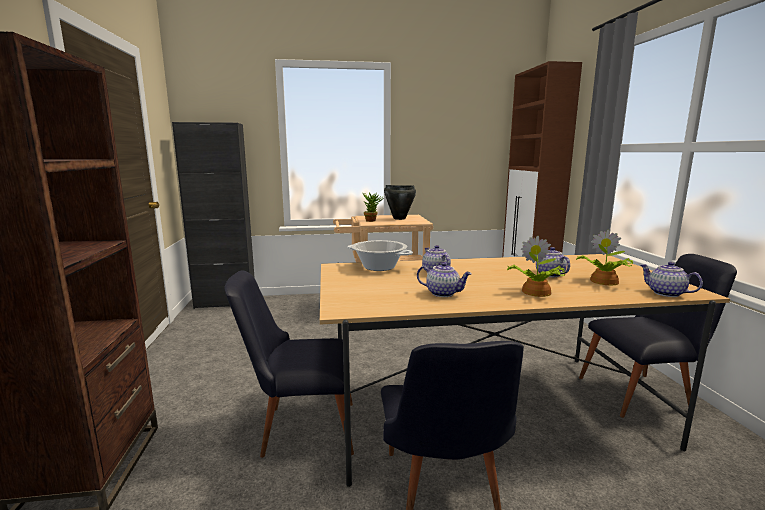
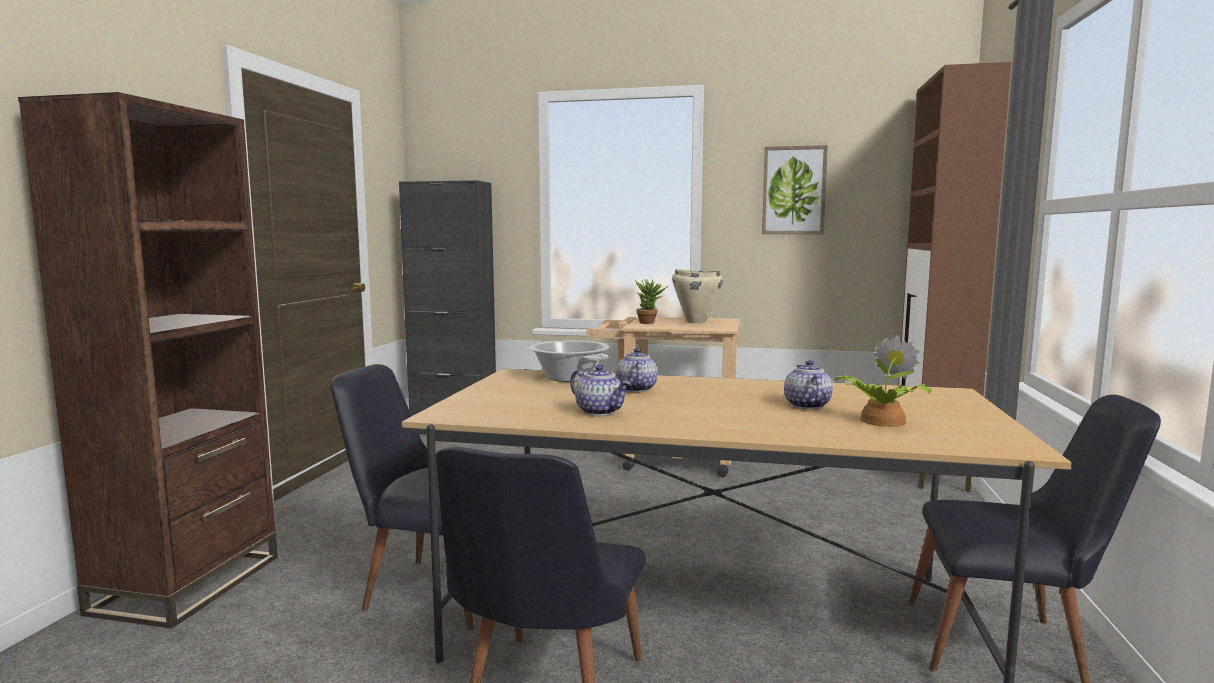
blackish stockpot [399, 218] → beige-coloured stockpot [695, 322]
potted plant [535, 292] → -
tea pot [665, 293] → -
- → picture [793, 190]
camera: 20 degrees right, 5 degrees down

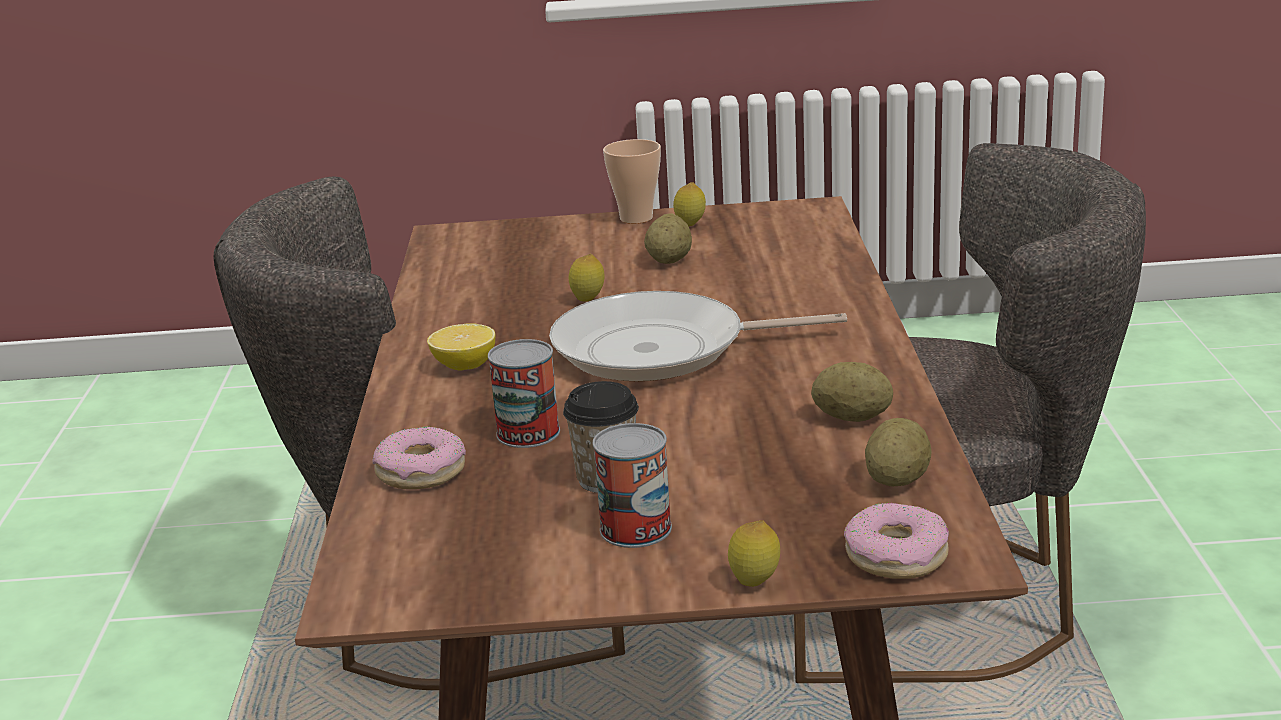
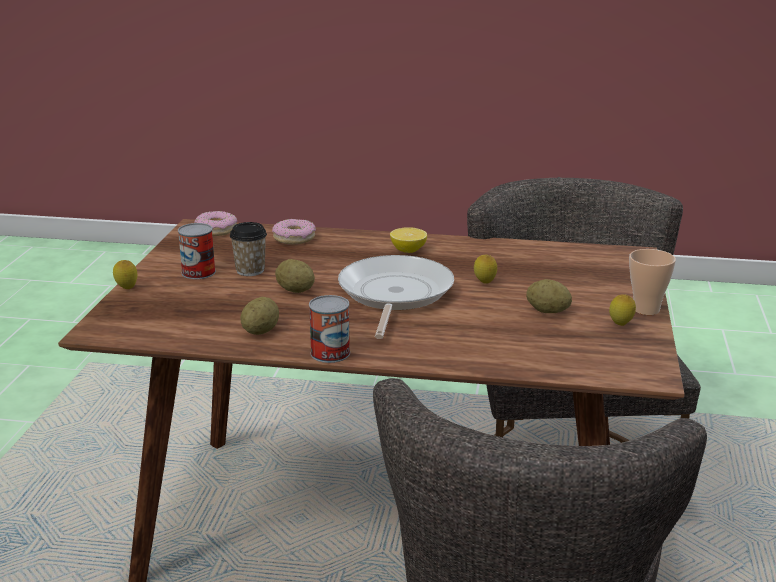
can [528, 433] → can [330, 353], move
ring doughnut [897, 556] → ring doughnut [216, 230], move
spud [897, 480] → spud [295, 290], move
camera: 100 degrees right, 0 degrees up

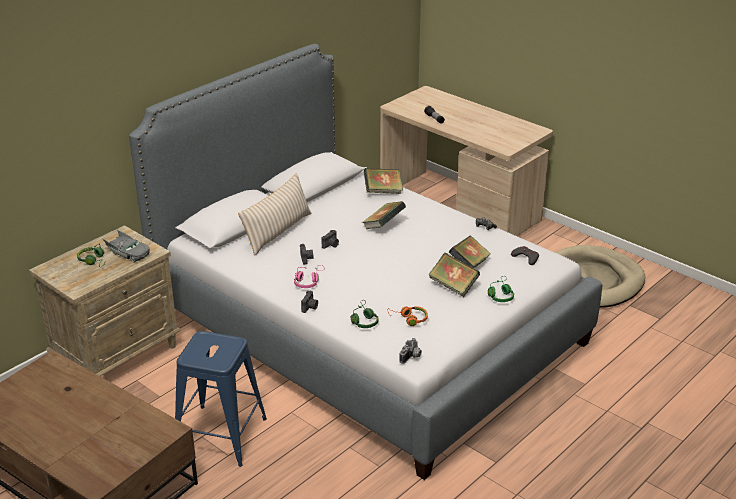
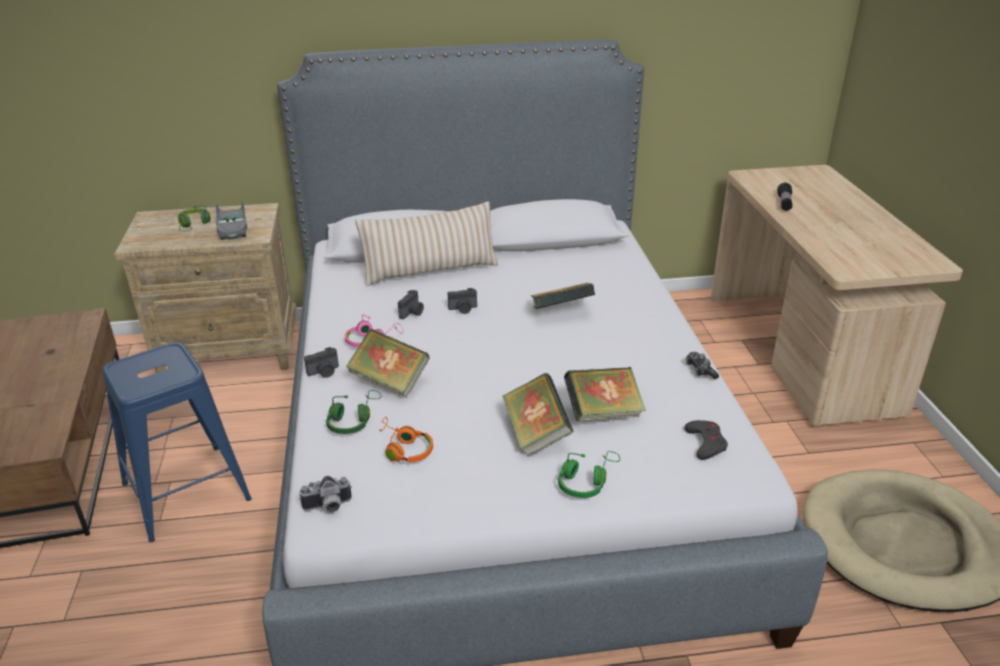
book [383, 191] → book [389, 381], move
camera: 40 degrees right, 0 degrees up

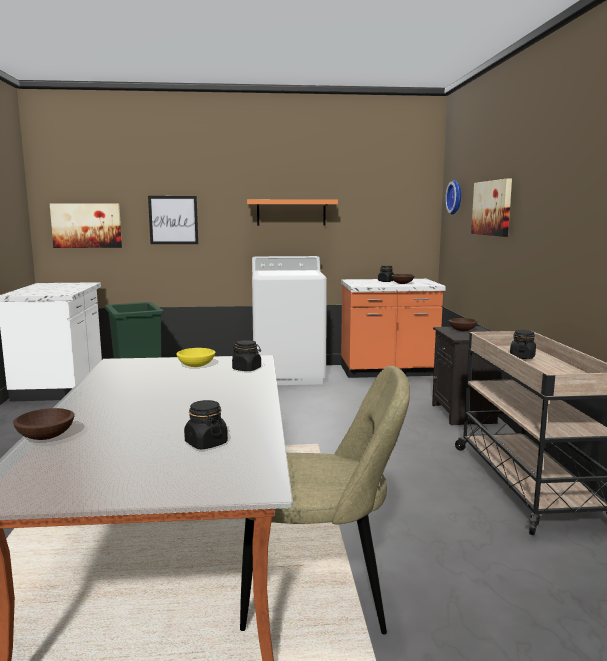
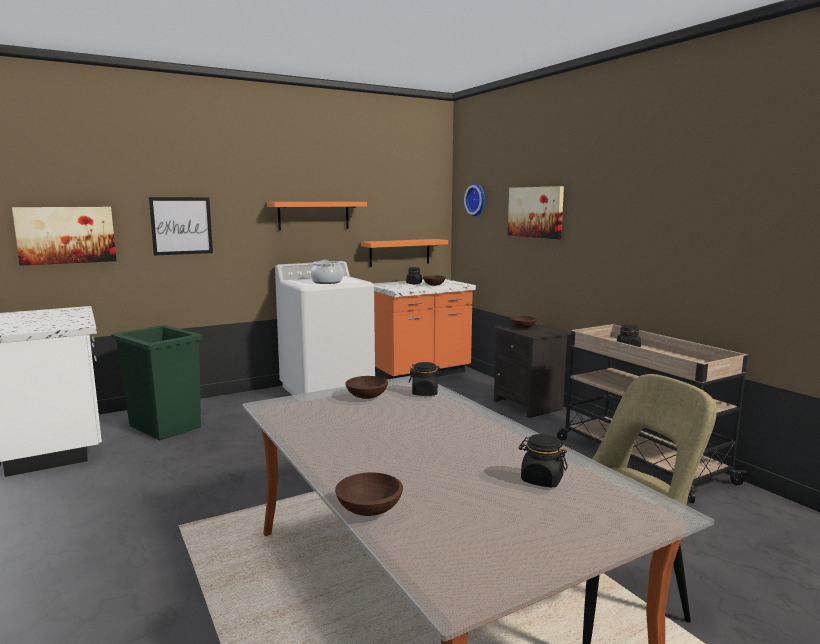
yellow bowl [197, 365] → brown bowl [367, 396]
- → stockpot [327, 282]
- → orange wall shelf [399, 252]
camera: 25 degrees left, 0 degrees up

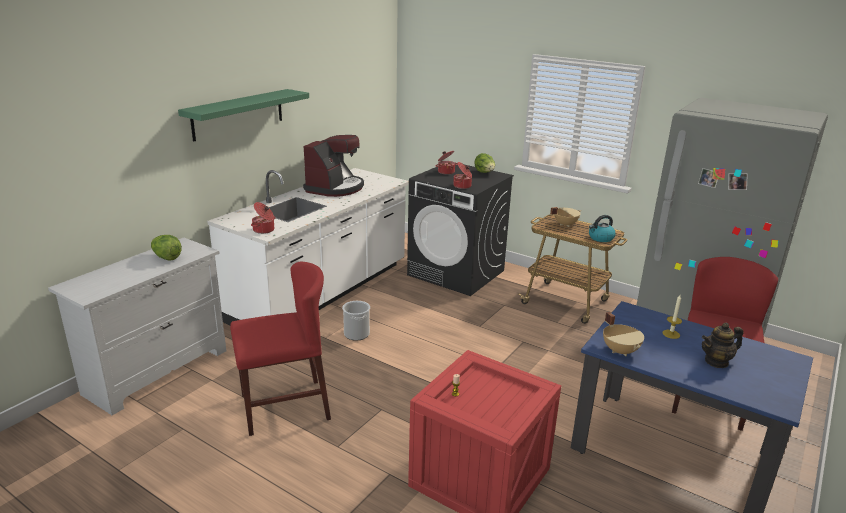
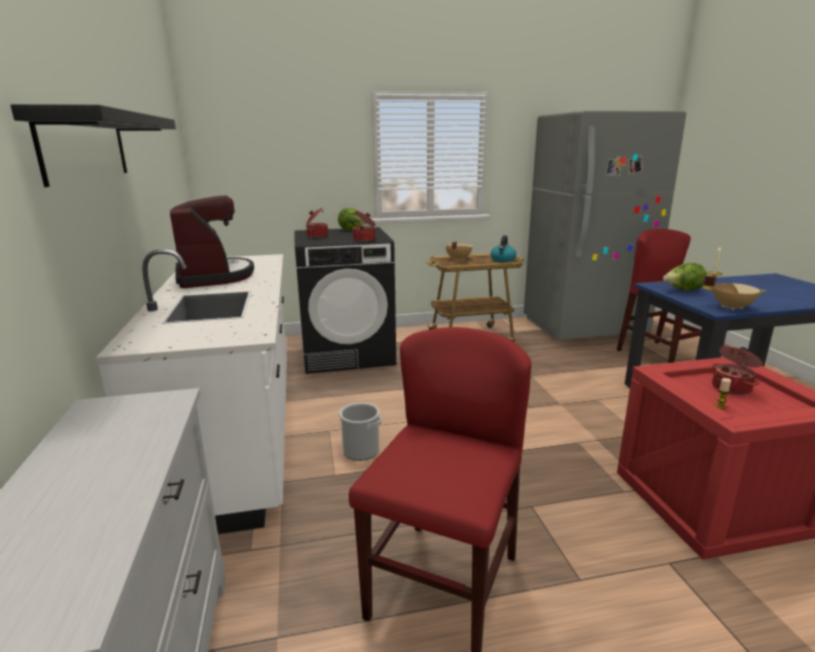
lettuce [166, 257] → lettuce [682, 290], move
green-coloured wall shelf [238, 114] → blackish wall shelf [86, 146]
stockpot [264, 230] → stockpot [732, 388], move
tea pot [716, 361] → -
camera: 45 degrees left, 5 degrees down

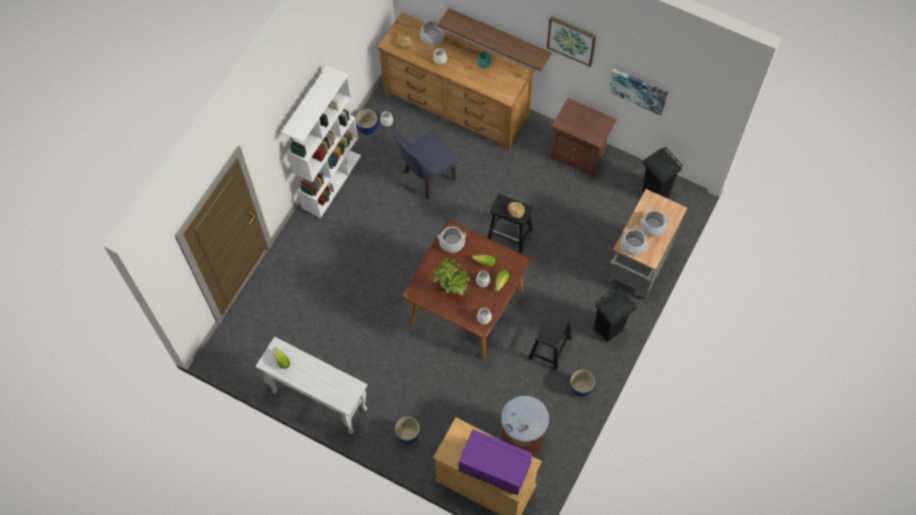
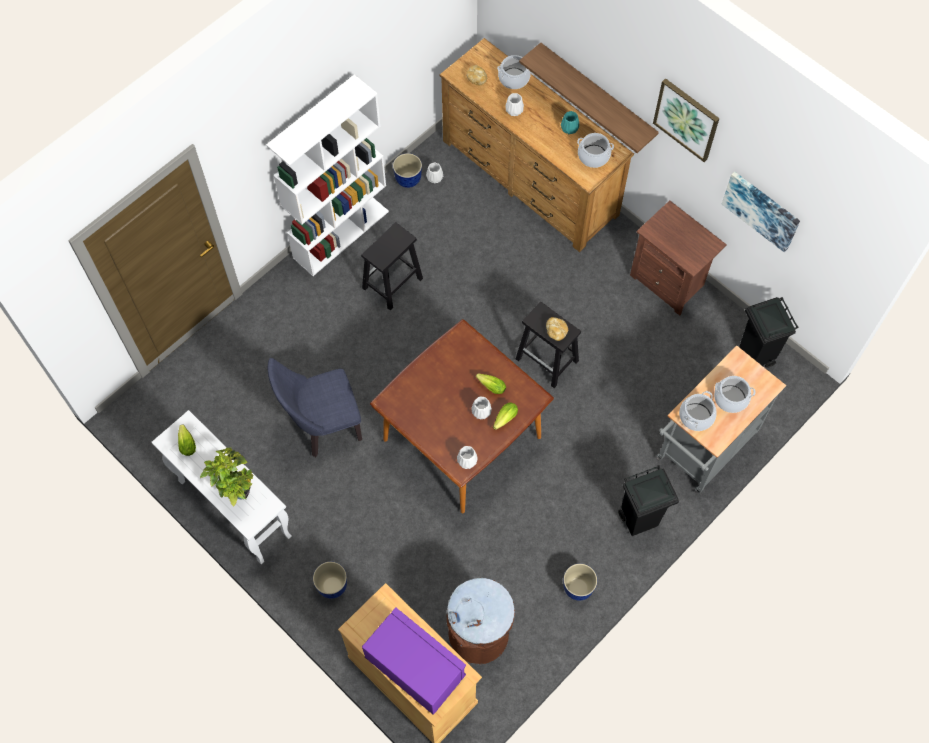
blue-coloured upright chair [426, 178] → blue-coloured upright chair [323, 427], move
potted plant [452, 289] → potted plant [237, 491], move
stockpot [452, 243] → stockpot [593, 156], move
blackish stool seat [550, 348] → blackish stool seat [392, 284], move
camera: 15 degrees right, 0 degrees up

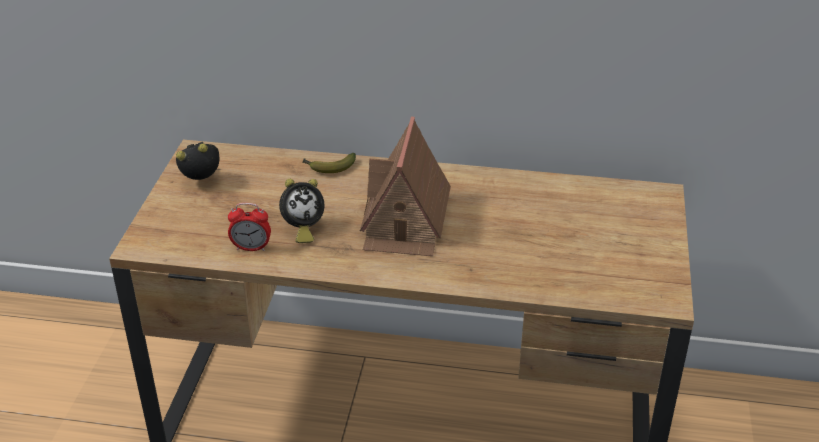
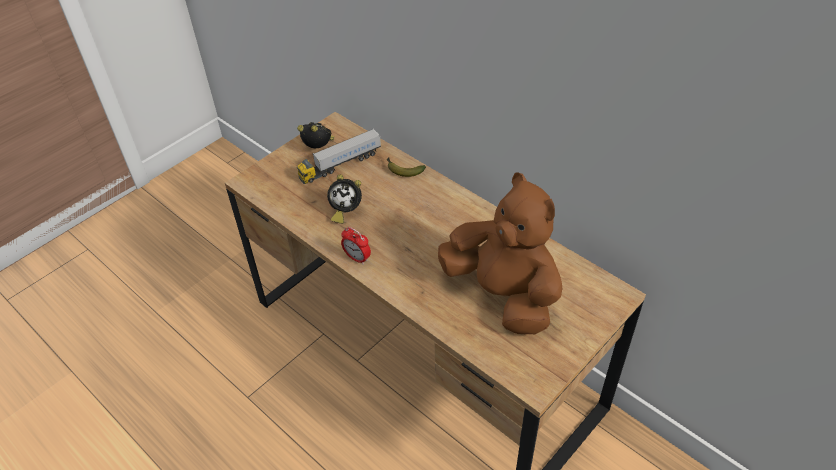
bedside clock [251, 248] → bedside clock [357, 258], move
model house [405, 220] → -
- → model truck [340, 165]
- → brown cuddly toy [503, 294]
camera: 35 degrees right, 10 degrees up

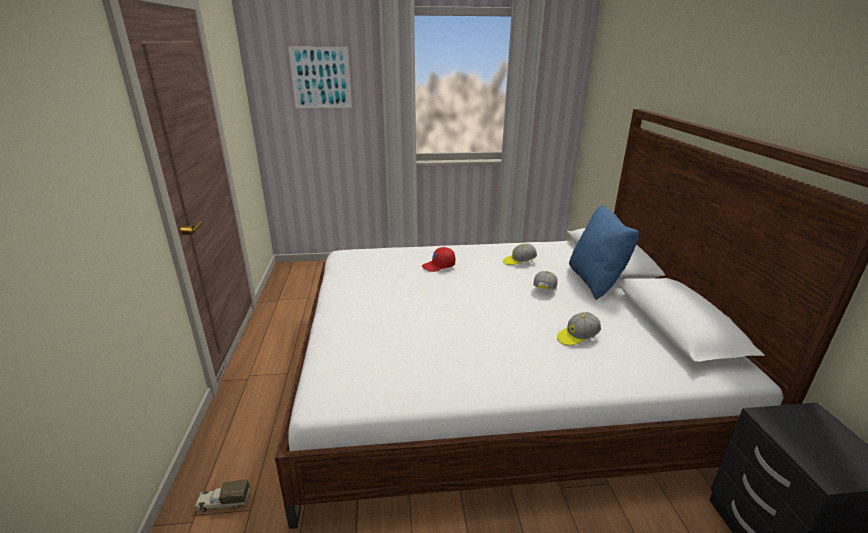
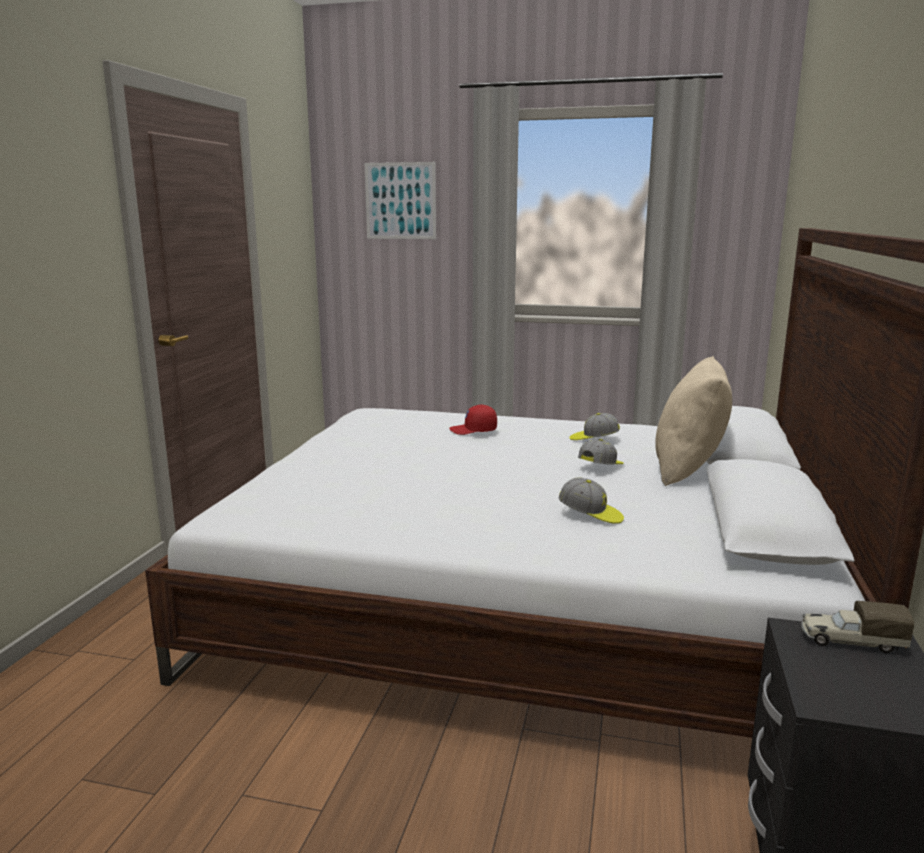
model truck [223, 503] → model truck [850, 641], move
peaked cap [577, 337] → peaked cap [591, 515], 150 degrees counterclockwise
blue-coloured cushion [595, 281] → beige-coloured cushion [688, 469]
camera: 20 degrees right, 10 degrees down

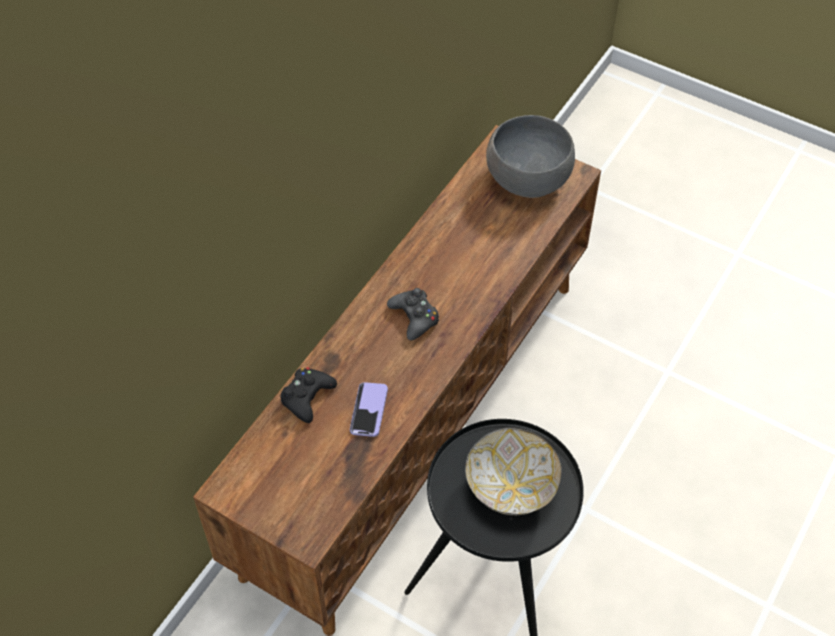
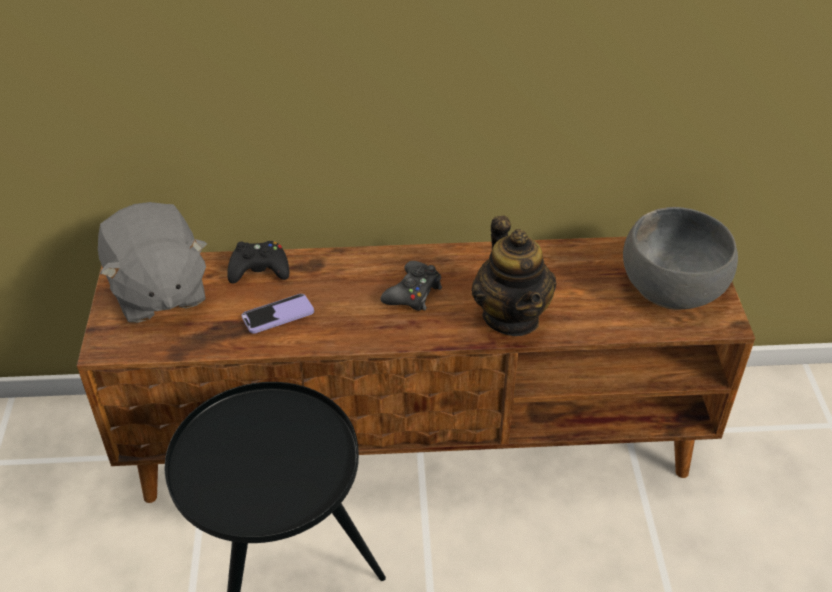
bowl [510, 489] → -
- → gray cuddly toy [157, 291]
- → tea pot [511, 316]
camera: 55 degrees right, 10 degrees down

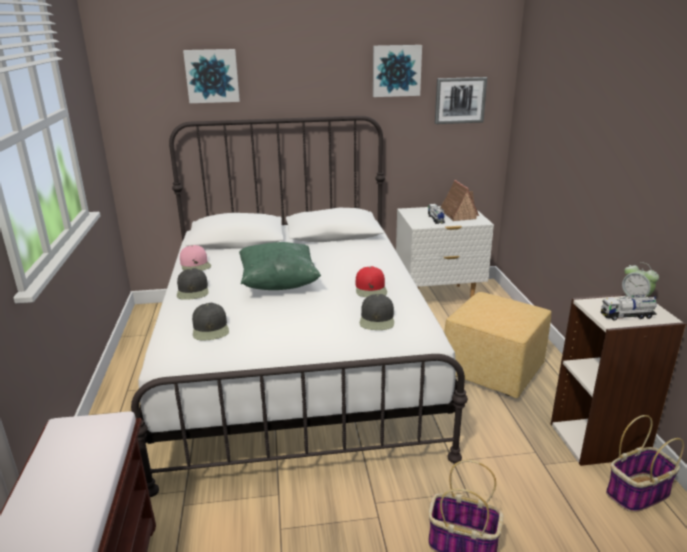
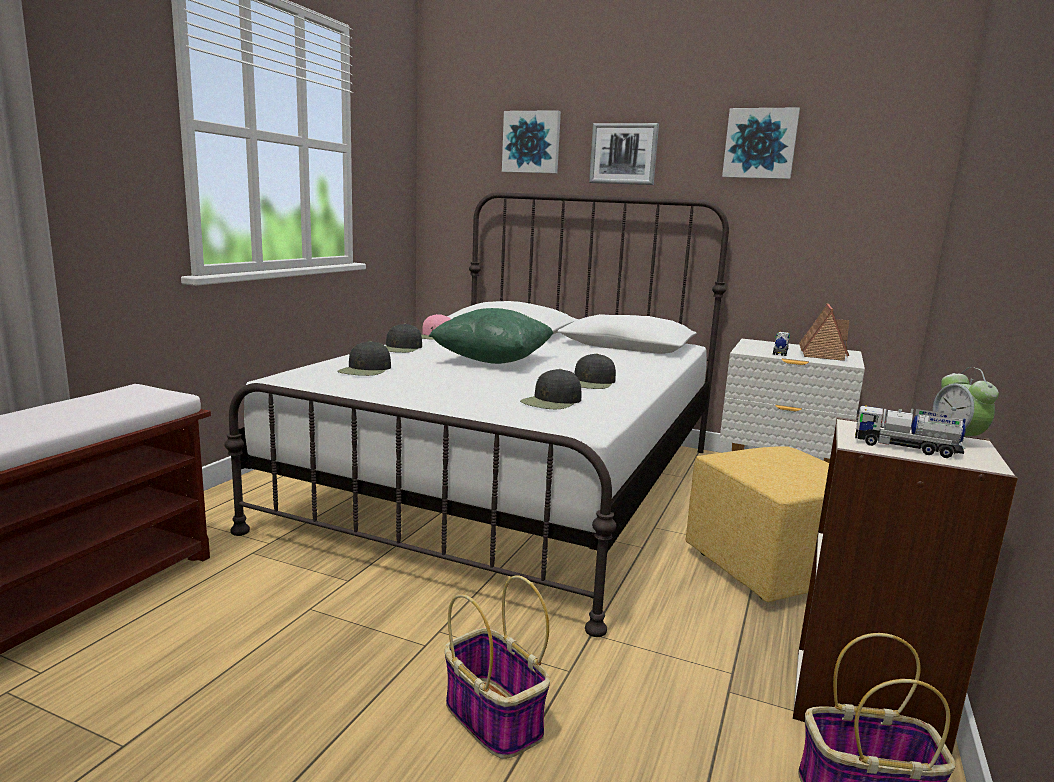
red peaked cap [371, 289] → blackish peaked cap [591, 383]
picture [460, 100] → picture [623, 154], move
camera: 30 degrees right, 10 degrees down

